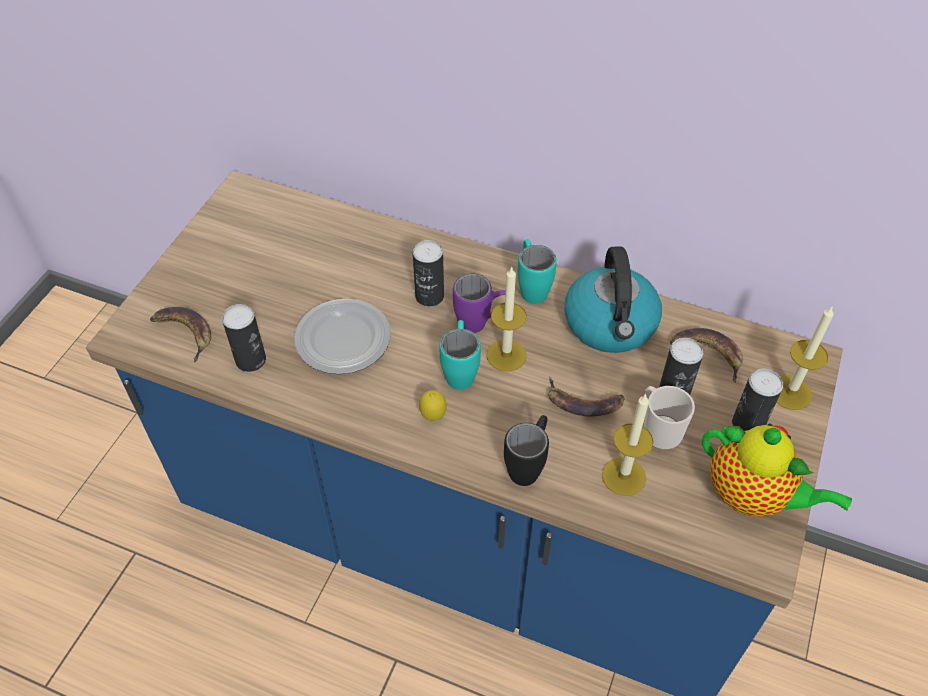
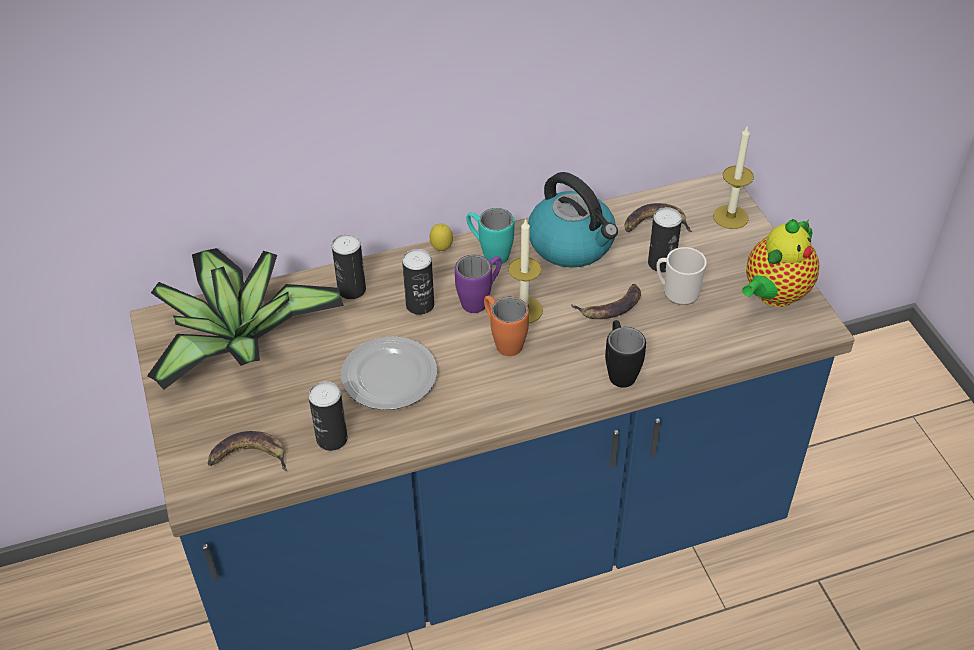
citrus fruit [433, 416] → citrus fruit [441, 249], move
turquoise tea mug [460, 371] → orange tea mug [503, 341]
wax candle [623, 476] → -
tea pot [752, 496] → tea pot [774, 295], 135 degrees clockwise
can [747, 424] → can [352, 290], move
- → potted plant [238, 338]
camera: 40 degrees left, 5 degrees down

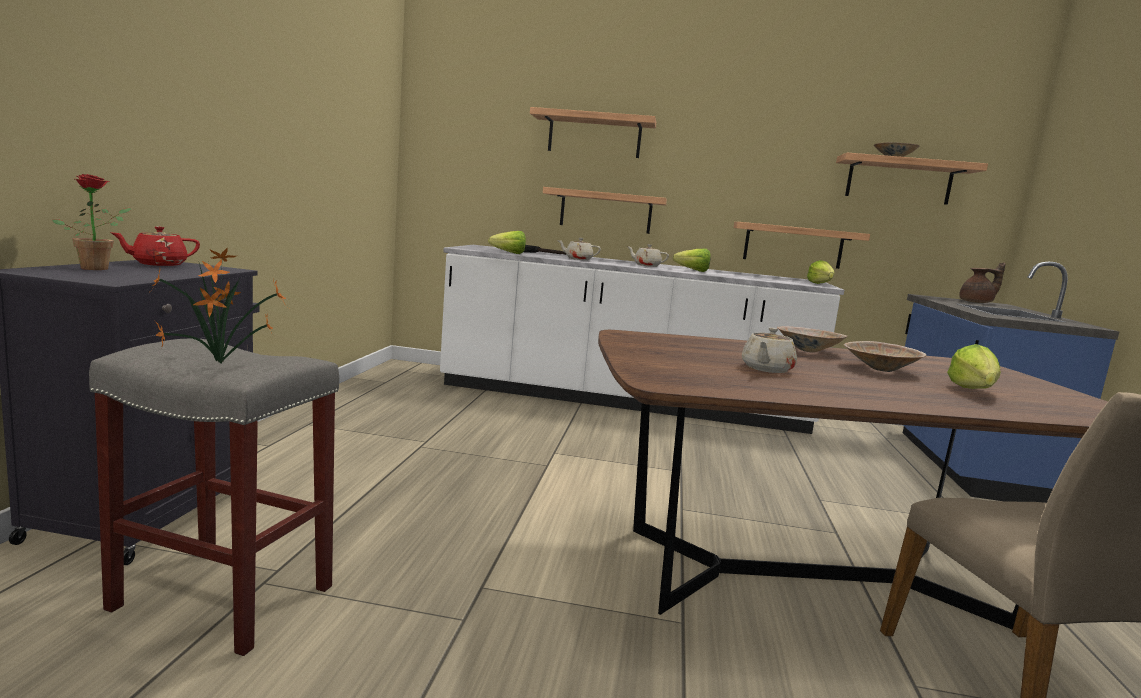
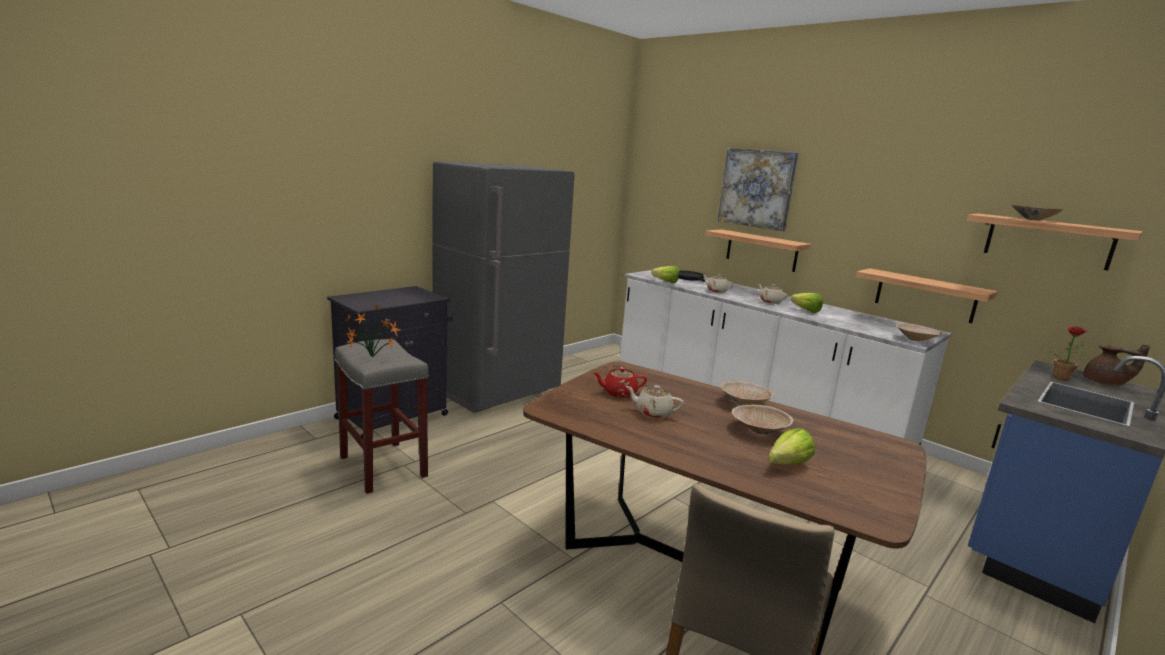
potted plant [98, 268] → potted plant [1061, 377], move
red tea pot [158, 264] → red tea pot [619, 393], move
wall shelf [594, 136] → picture [756, 188]
beige-coloured tea pot [766, 369] → beige-coloured tea pot [652, 412], 45 degrees clockwise
lettuce [821, 285] → beige-coloured bowl [916, 340]
- → gray refrigerator [498, 393]
camera: 35 degrees right, 5 degrees up

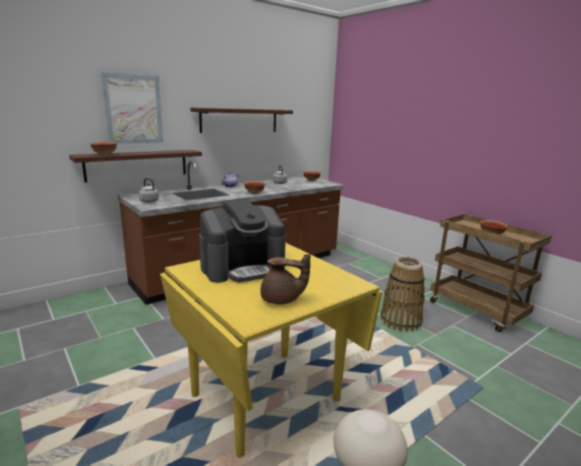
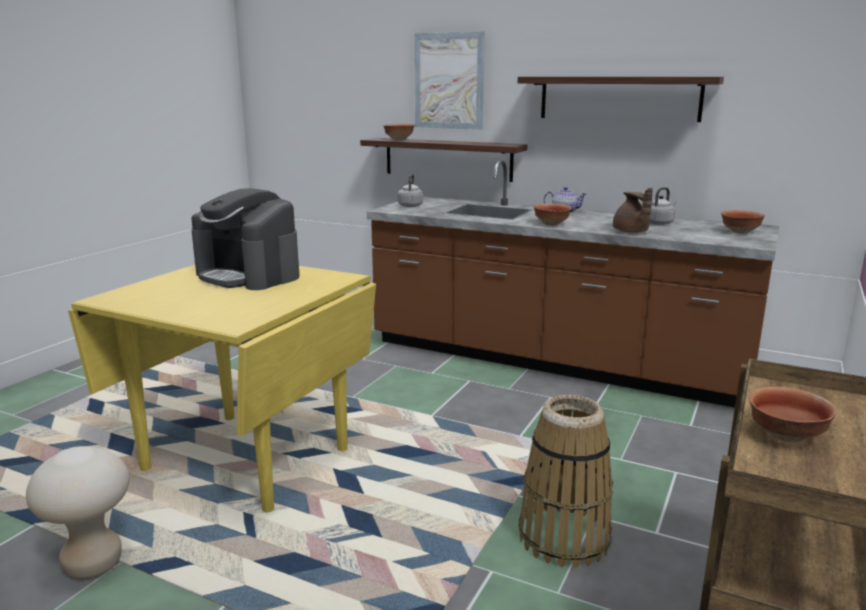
brown tea pot [281, 300] → brown tea pot [631, 232], move
camera: 65 degrees right, 0 degrees up

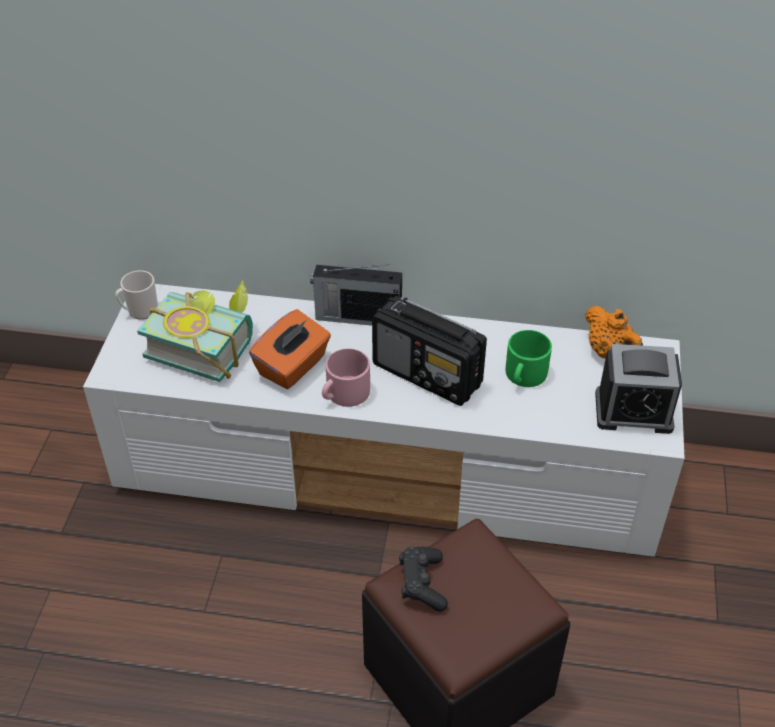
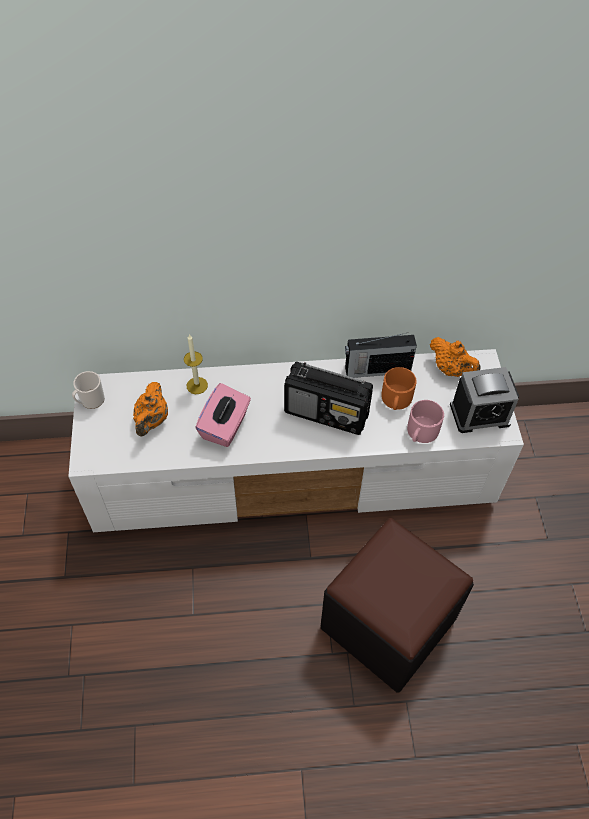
book [205, 344] → orange tea pot [152, 420]
orange tissue box [293, 366] → pink-coloured tissue box [225, 426]
radio receiver [357, 317] → radio receiver [376, 370], move
pink-coloured tea mug [344, 394] → pink-coloured tea mug [421, 432], move
blackish game controller [422, 584] → -
green-coloured tea mug [524, 375] → orange tea mug [396, 400]
- → wax candle [197, 385]
camera: 15 degrees left, 10 degrees up

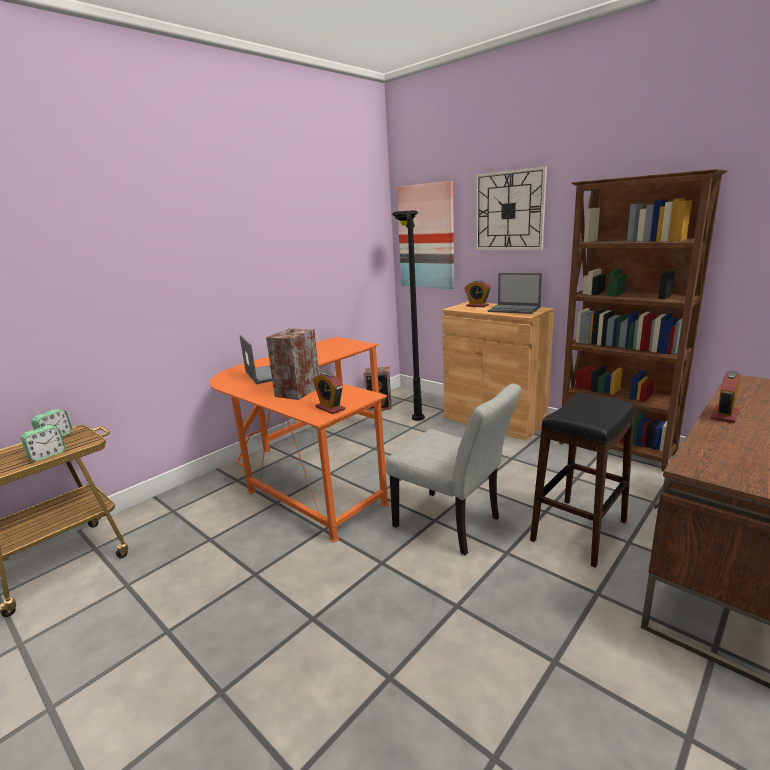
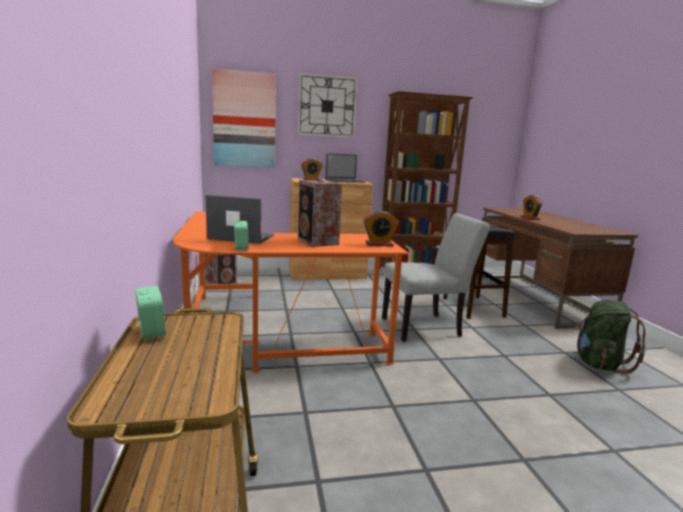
bedside clock [47, 455] → bedside clock [241, 247], move
blackish floor lamp [414, 403] → -
- → green-coloured rucksack [599, 363]
camera: 55 degrees left, 5 degrees down

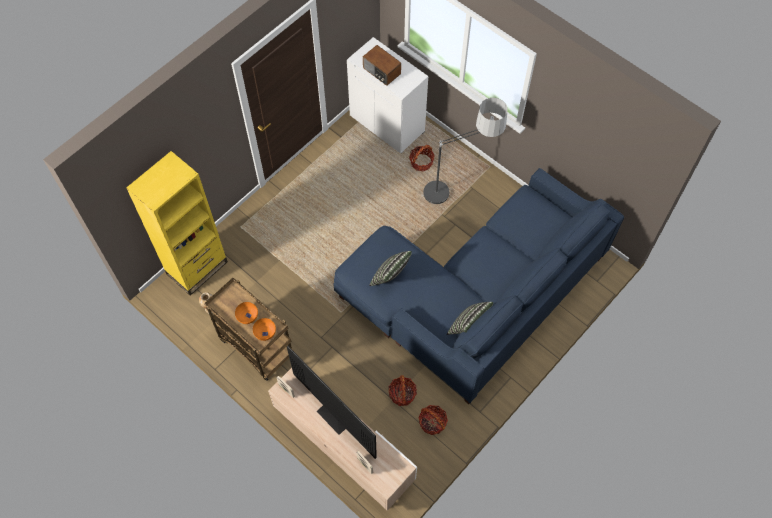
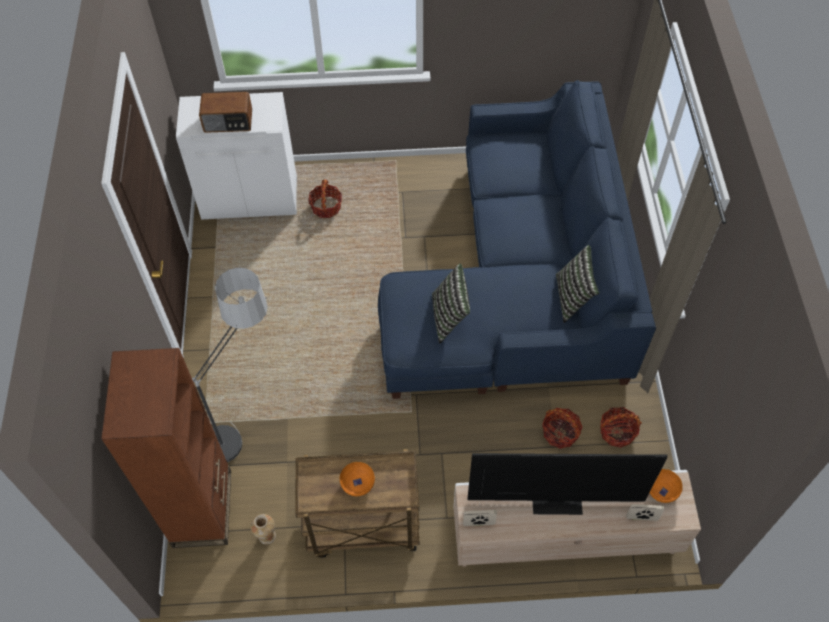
yellow bookcase [197, 268] → brown bookcase [202, 508]
orange bowl [265, 332] → orange bowl [662, 490], move
floor lamp [457, 191] → floor lamp [244, 421], move
camera: 45 degrees left, 5 degrees down

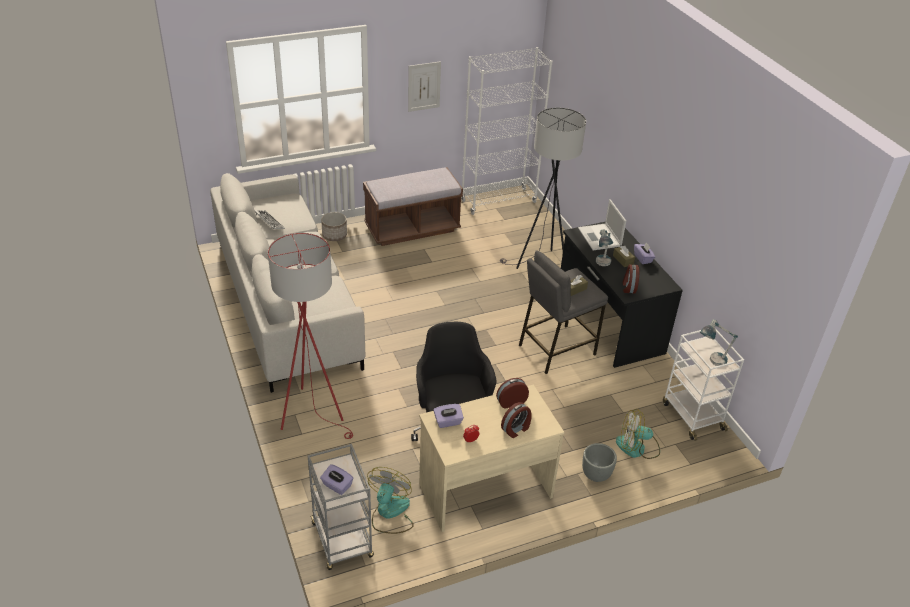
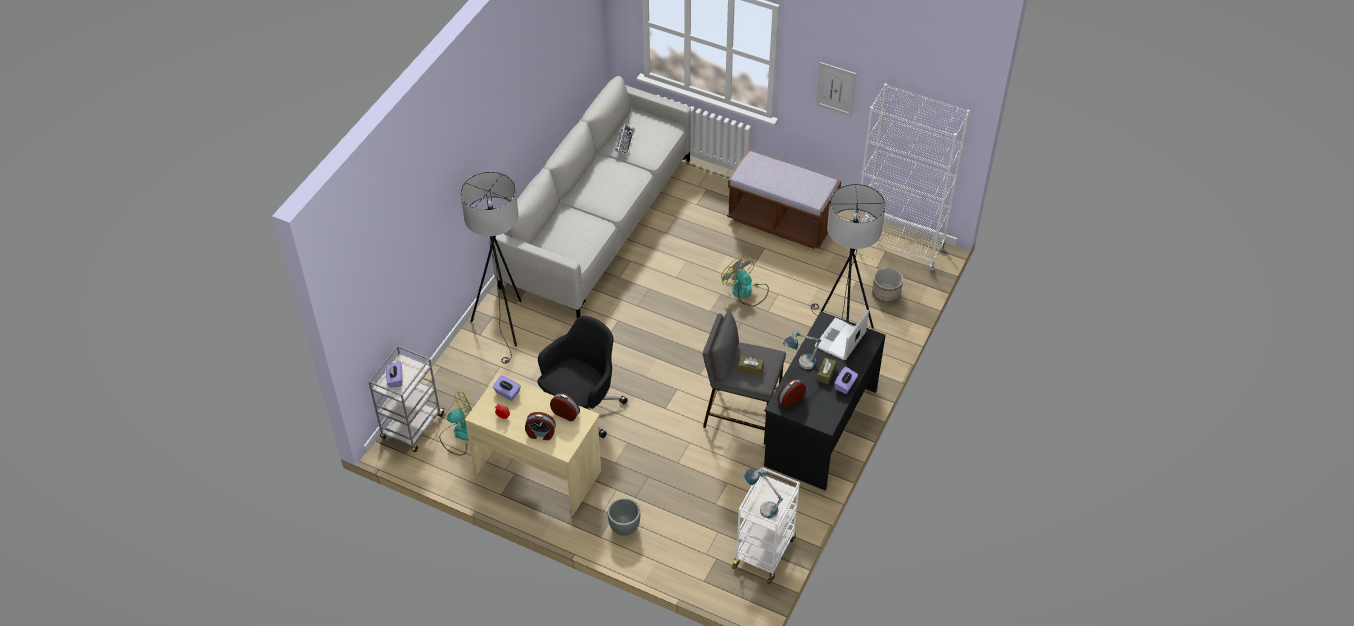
red floor lamp [314, 413] → gray floor lamp [505, 326]
planter [335, 235] → planter [886, 293], move
electric fan [637, 447] → electric fan [746, 292], move
camera: 50 degrees right, 10 degrees up

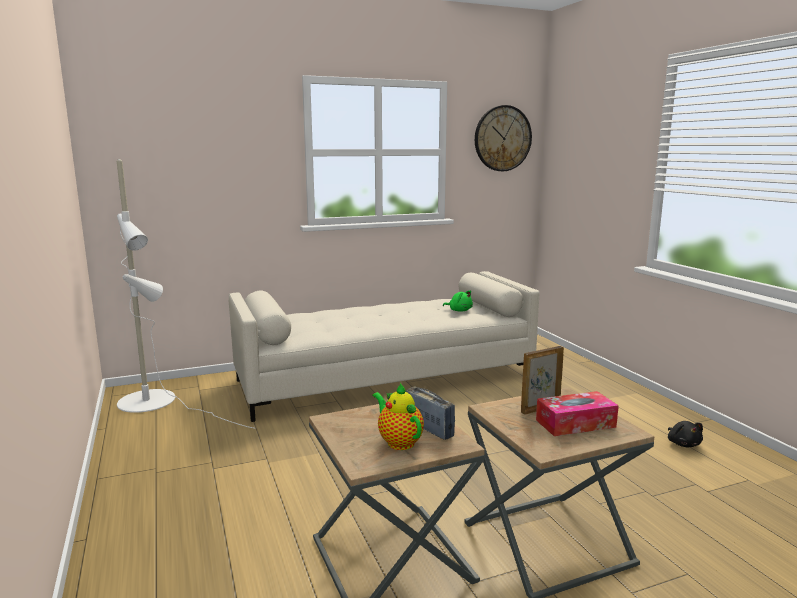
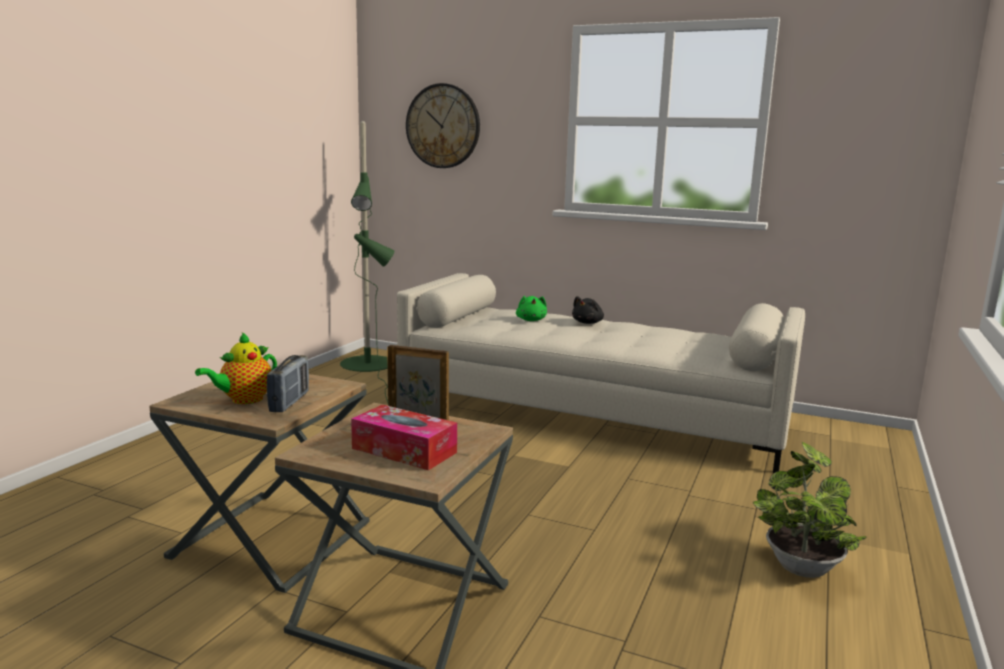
white-coloured floor lamp [156, 403] → green-coloured floor lamp [370, 367]
tea pot [398, 442] → tea pot [244, 400], 150 degrees counterclockwise
green-coloured cuddly toy [459, 310] → green-coloured cuddly toy [531, 320], move
hanging clock [502, 138] → hanging clock [443, 126], move
blackish cuddly toy [683, 444] → blackish cuddly toy [588, 323], move
- → potted plant [800, 564]
camera: 45 degrees right, 0 degrees up

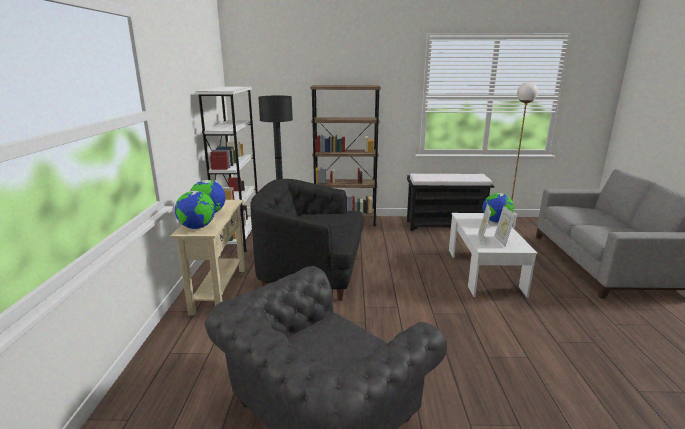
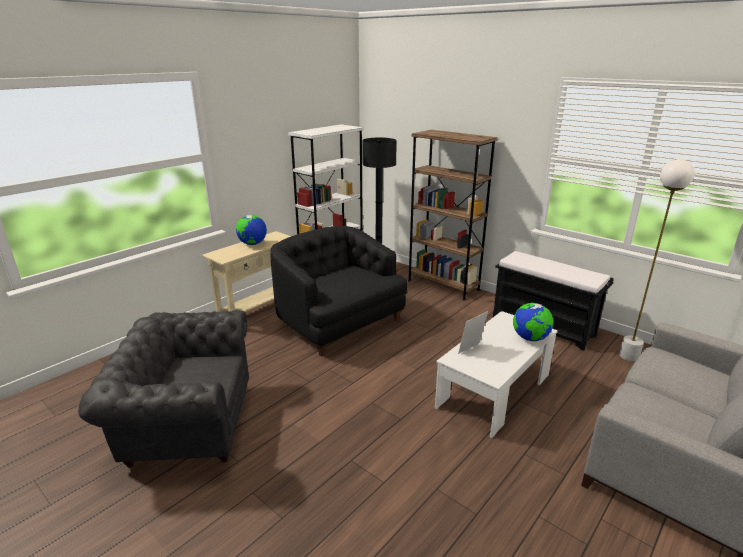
desk globe [197, 227] → -
photo frame [502, 241] → -
camera: 40 degrees right, 5 degrees up

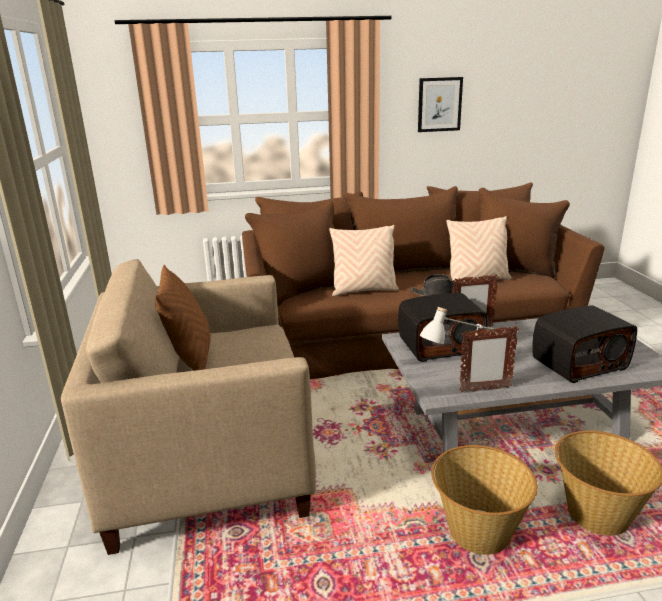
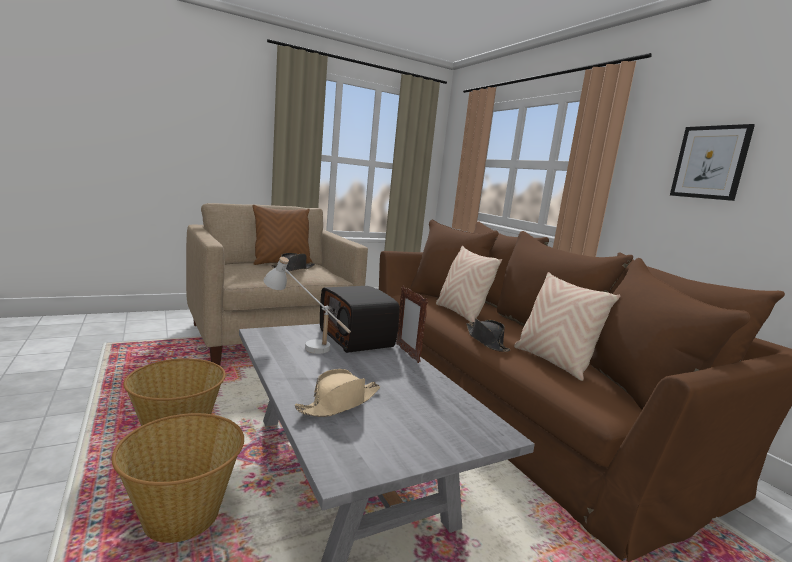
photo frame [484, 389] → -
radio receiver [578, 363] → beige-coloured clothing hat [340, 403]
- → blackish clothing hat [293, 269]
camera: 70 degrees right, 10 degrees down

